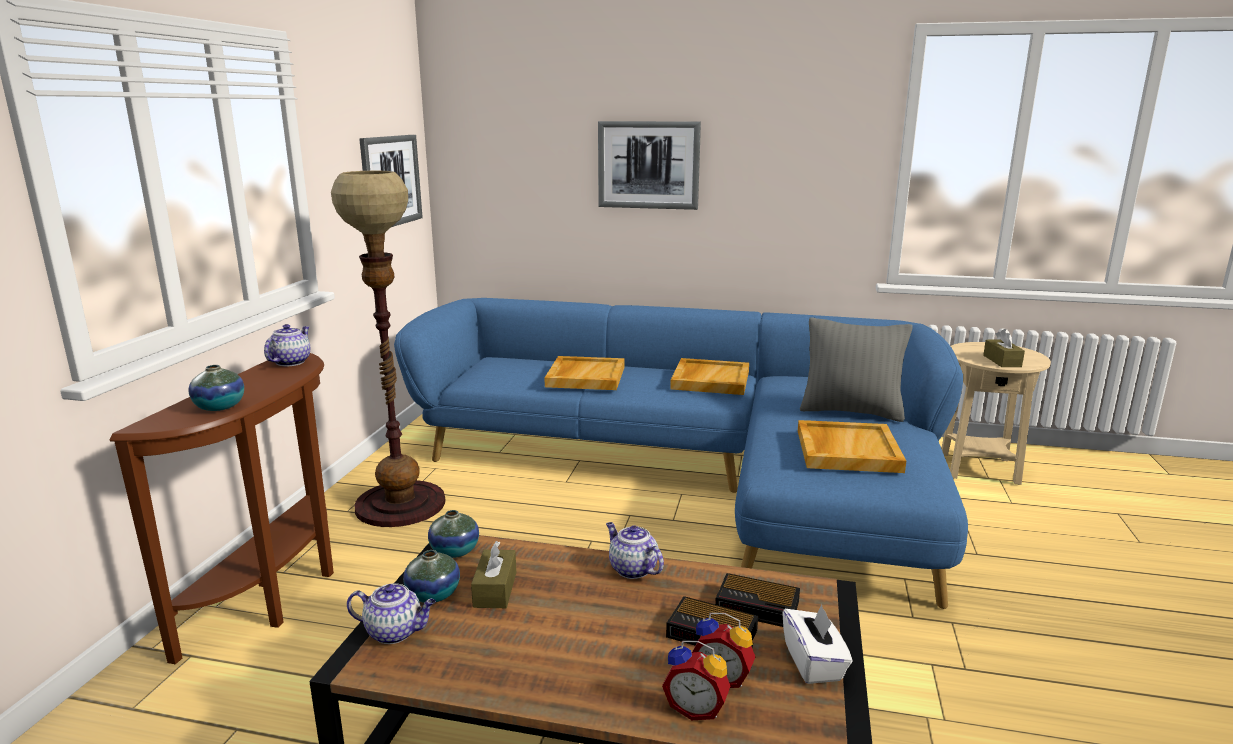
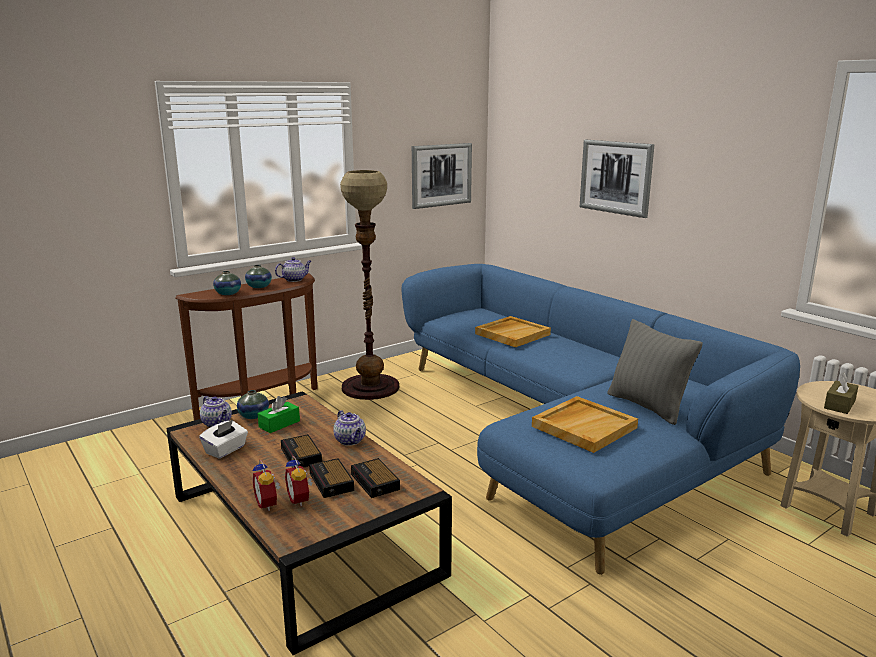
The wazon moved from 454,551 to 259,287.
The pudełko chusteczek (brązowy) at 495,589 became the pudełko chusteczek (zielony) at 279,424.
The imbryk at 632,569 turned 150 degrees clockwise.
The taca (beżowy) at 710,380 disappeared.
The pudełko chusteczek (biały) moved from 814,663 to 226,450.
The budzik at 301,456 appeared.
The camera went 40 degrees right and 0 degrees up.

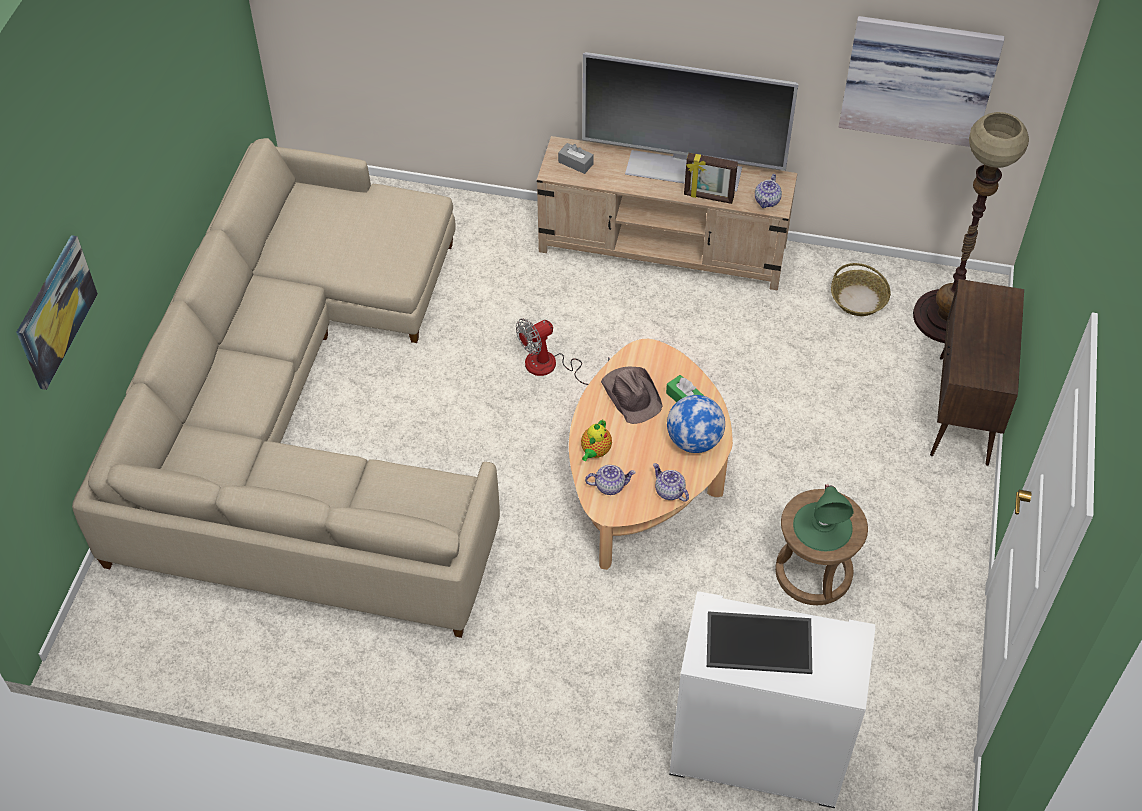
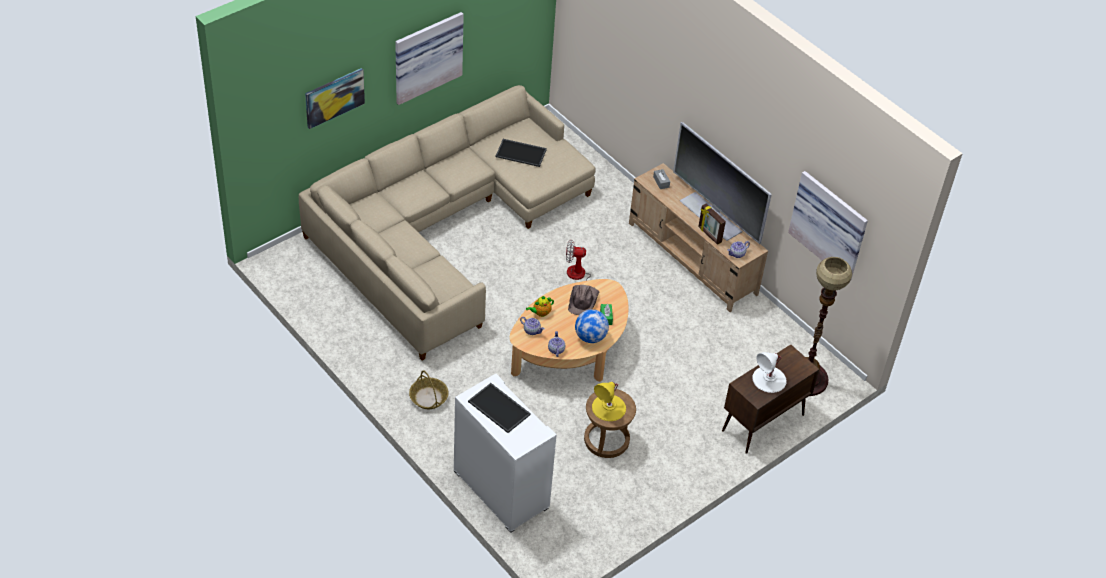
The lampa stołowa (zielony) at 823,526 became the lampa stołowa (żółty) at 609,407.
The koszyk moved from 859,299 to 429,398.
The obraz at 426,56 appeared.
The taca at 521,152 appeared.
The lampa stołowa (biały) at 769,379 appeared.
The camera went 35 degrees right and 5 degrees down.

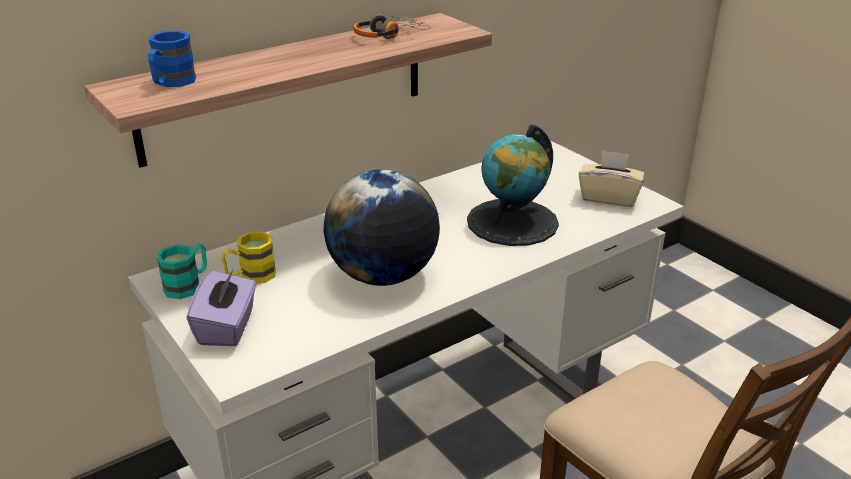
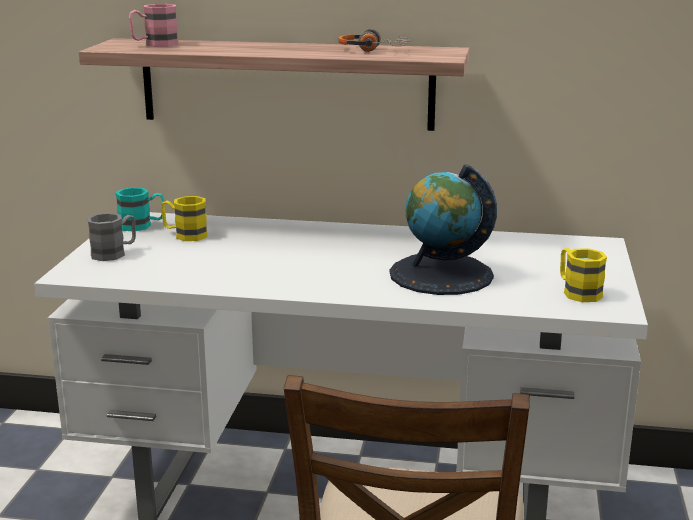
The kubek (niebieski) at 171,83 became the kubek (różowy) at 155,44.
The pudełko chusteczek (fioletowy) at 227,327 was replaced by the kubek (szary) at 114,253.
The globus at 383,276 disappeared.
The pudełko chusteczek (beżowy) at 609,198 was replaced by the kubek (żółty) at 577,292.
The camera went 45 degrees right and 10 degrees down.

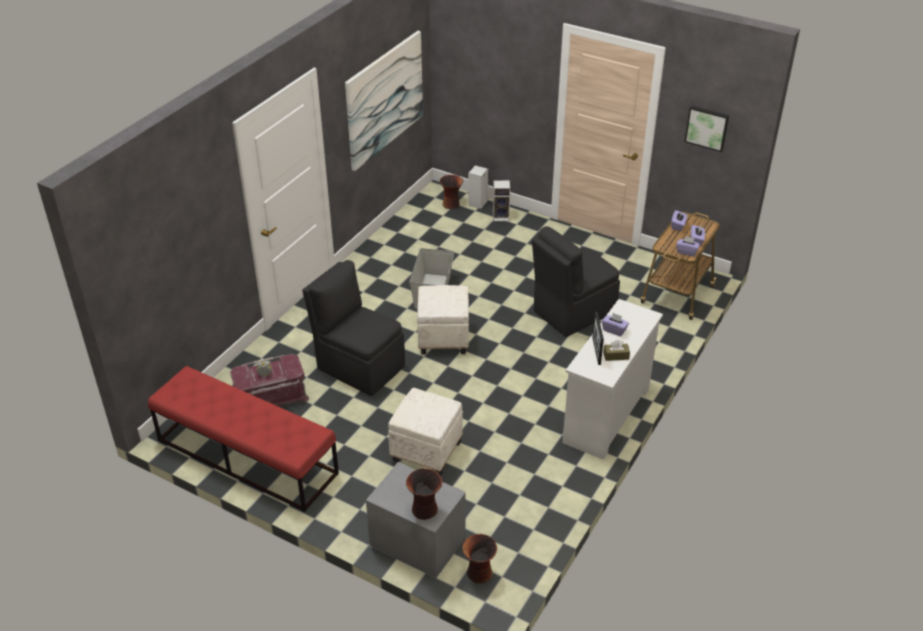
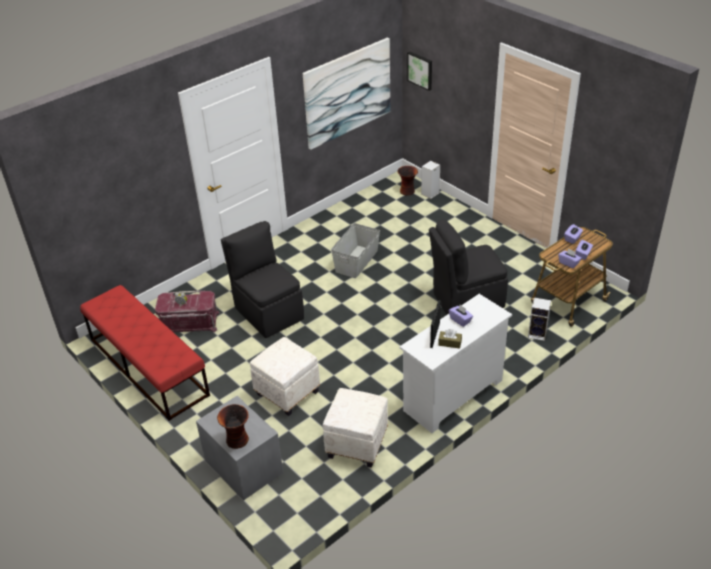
The pufa (biały) moved from 443,338 to 356,443.
The wazon at 479,574 disappeared.
The głośnik moved from 501,216 to 538,334.
The obraz moved from 707,128 to 420,70.
The camera went 20 degrees right and 0 degrees up.

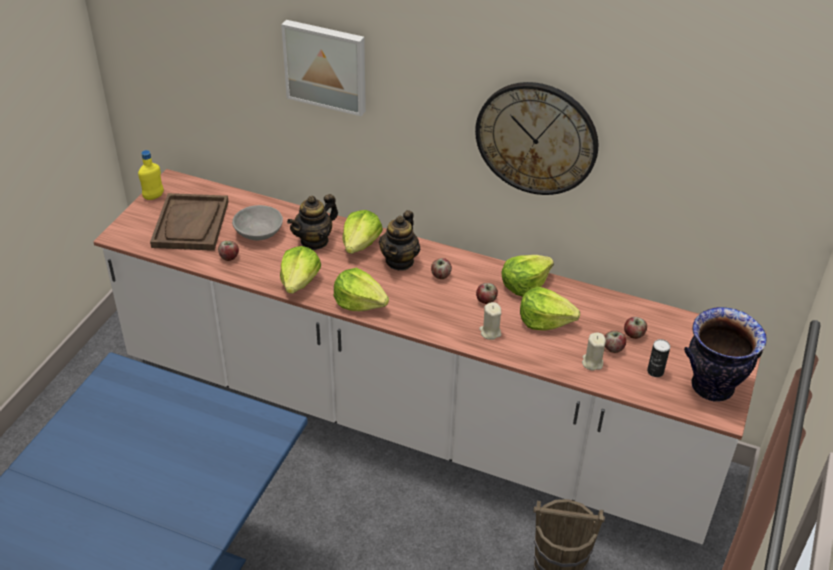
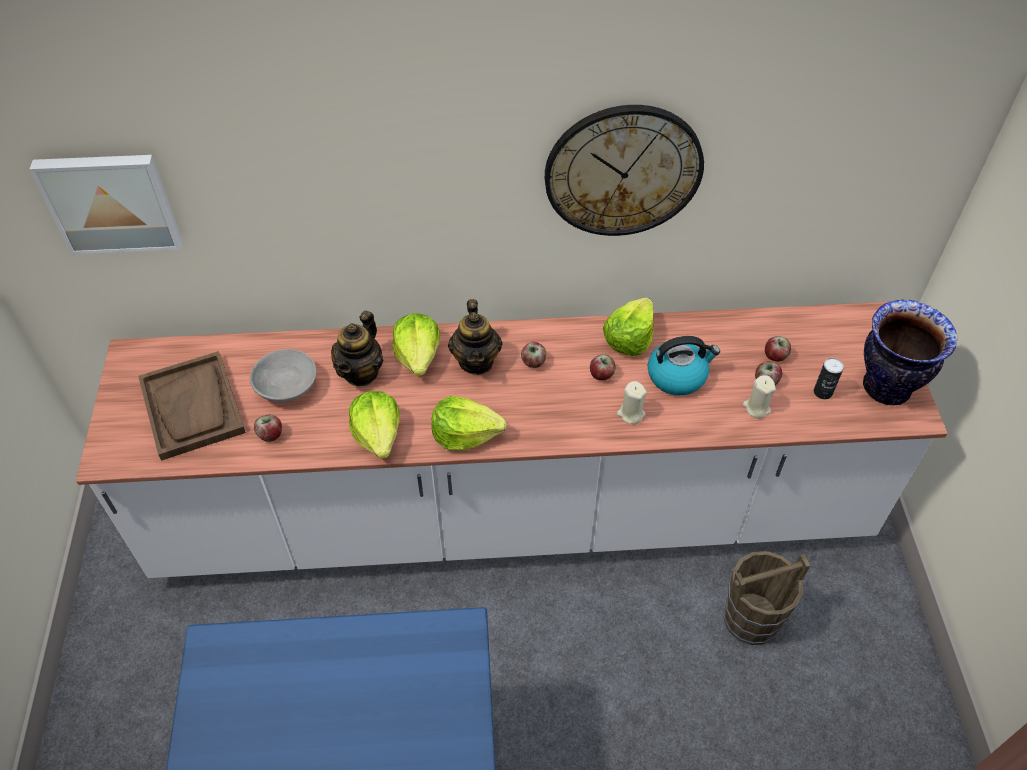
The butelka (żółty) at 153,196 disappeared.
The obraz moved from 326,66 to 111,201.
The sałata at 544,321 was replaced by the czajnik at 677,376.
The camera went 25 degrees left and 10 degrees up.

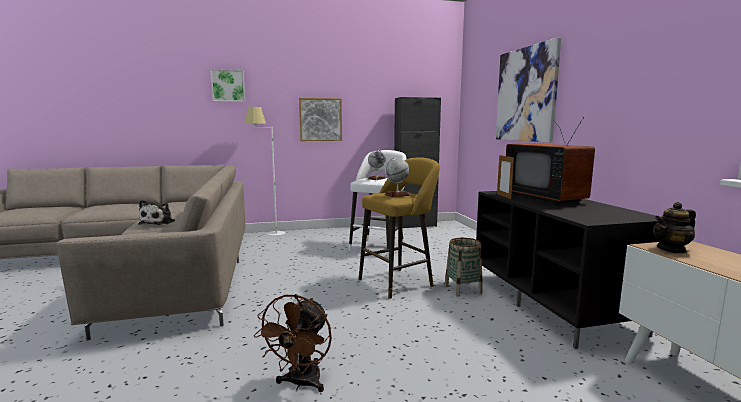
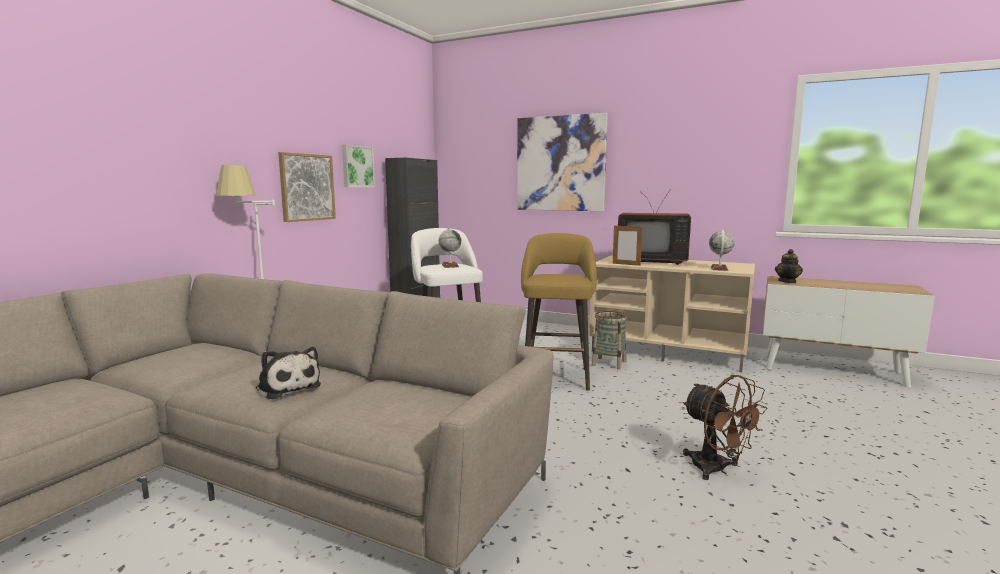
The obraz moved from 228,86 to 357,166.
The globus moved from 397,195 to 719,268.
The szafka pod telewizor (czarny) at 552,302 became the szafka pod telewizor (beżowy) at 669,351.
The camera went 50 degrees left and 0 degrees up.

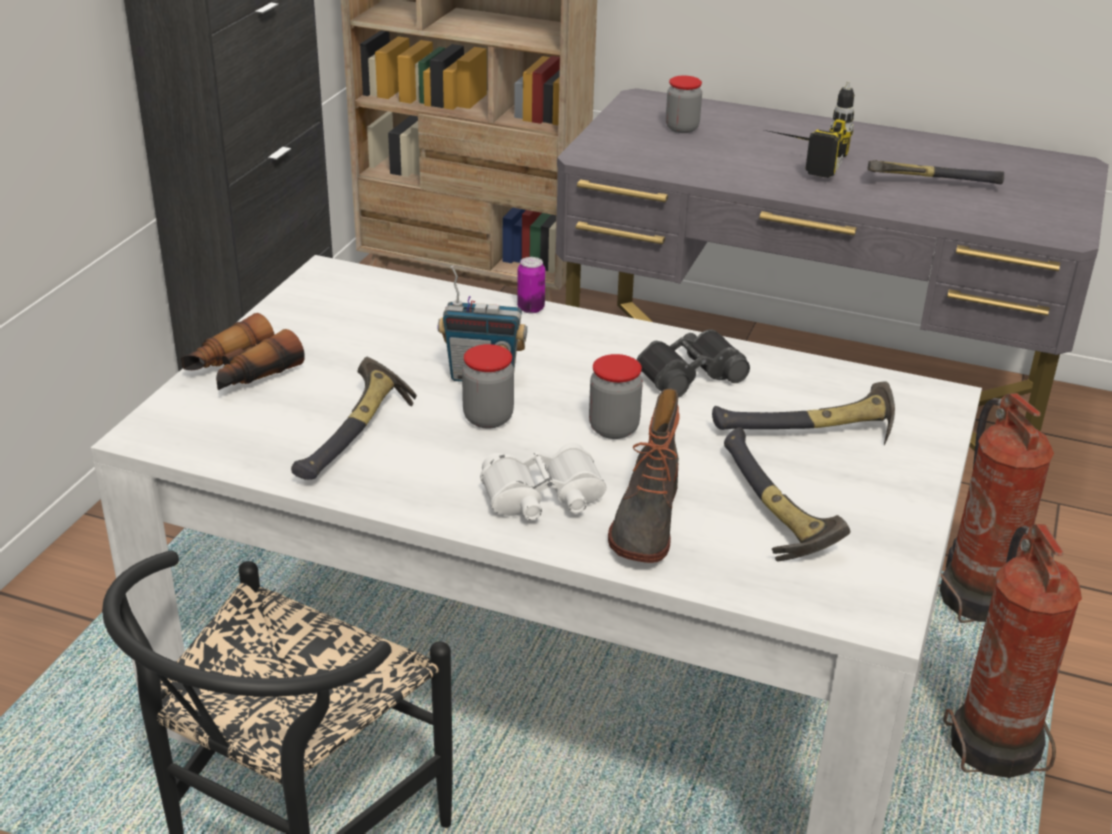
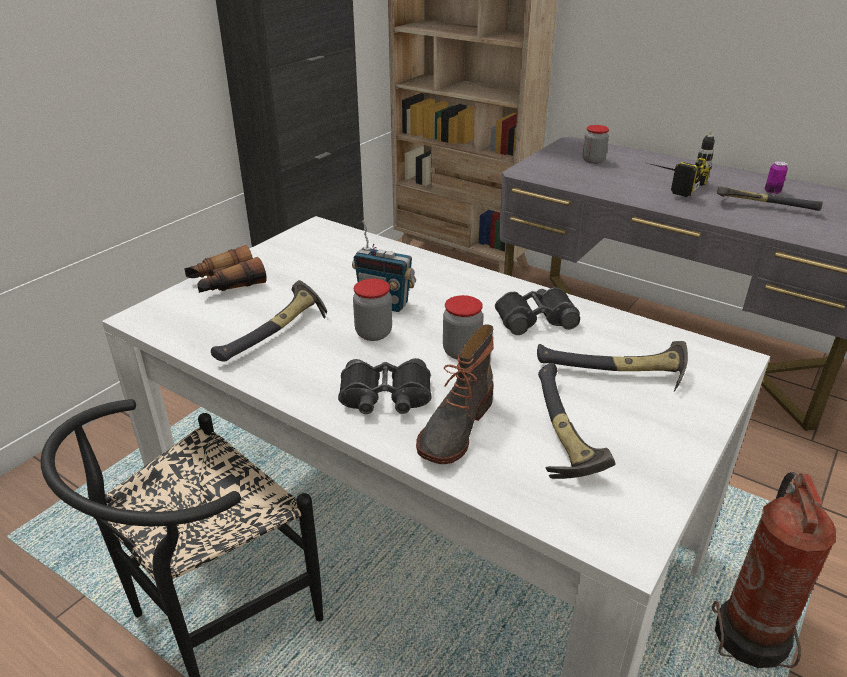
The lornetka (biały) at 543,497 became the lornetka (czarny) at 385,397.
The puszka moved from 531,308 to 772,192.
The gaśnica at 978,595 disappeared.
The camera went 15 degrees right and 0 degrees up.

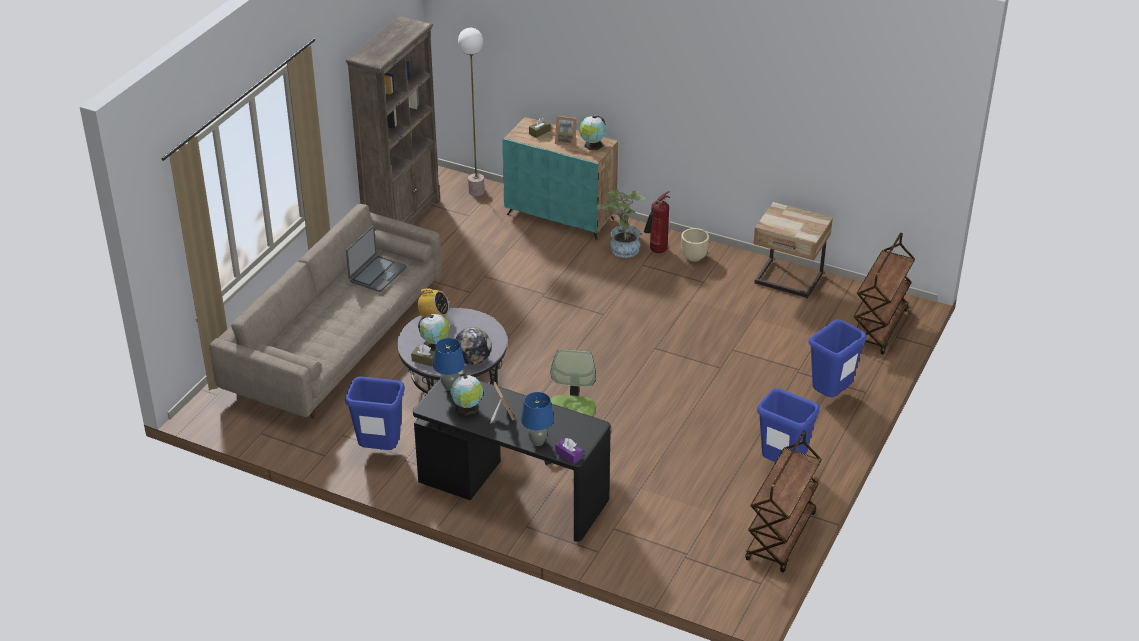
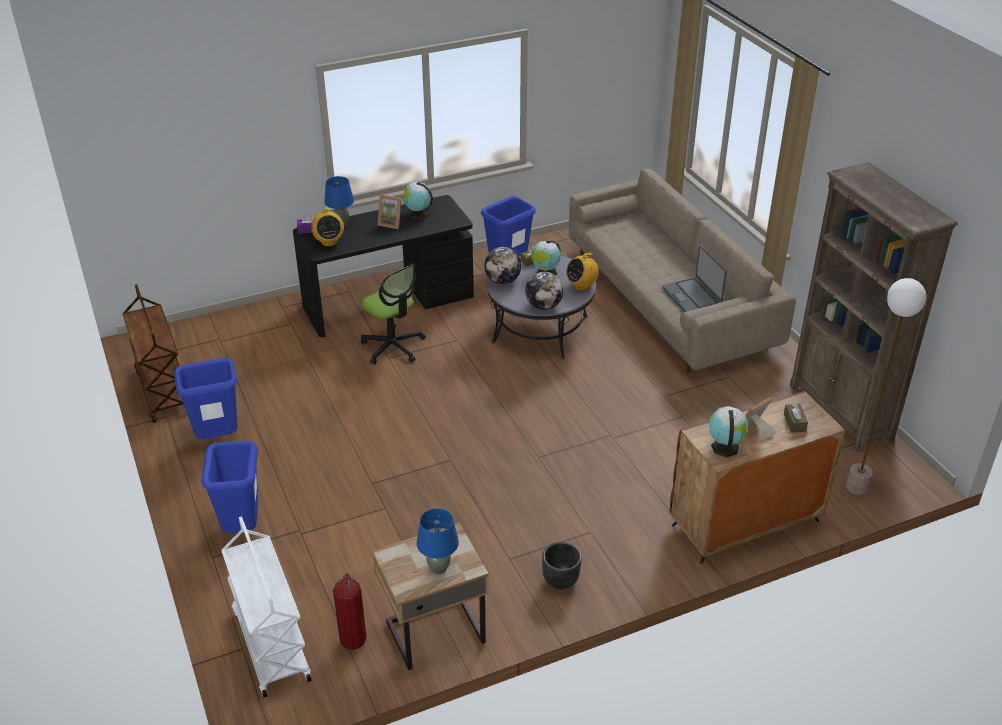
The lampa stołowa (niebieski) moved from 450,387 to 438,568.
The szafka (turkusowy) at 561,217 became the szafka (brązowy) at 744,524.
The roślina doniczkowa at 621,247 disappeared.
The gaśnica moved from 657,251 to 353,639.
The donica (beżowy) at 694,257 became the donica (czarny) at 560,582.
The wózek (brązowy) at 879,328 became the wózek (biały) at 270,645.
The radio at 329,242 appeared.
The globus at 544,306 appeared.
The camera went 130 degrees right and 0 degrees up.

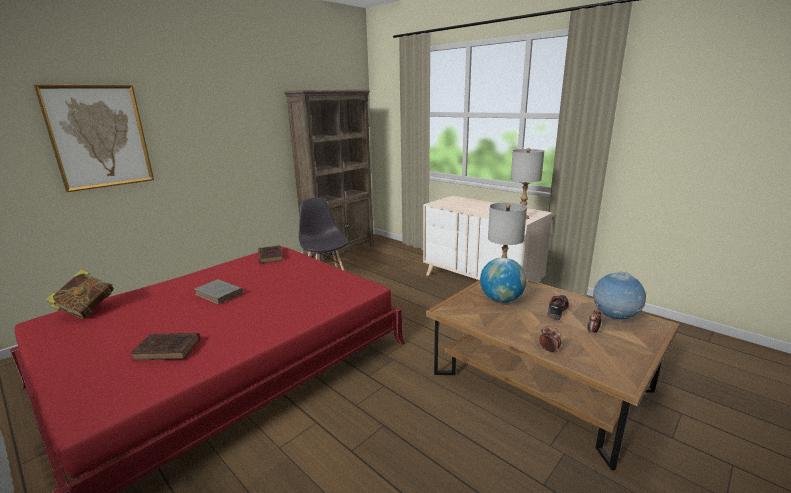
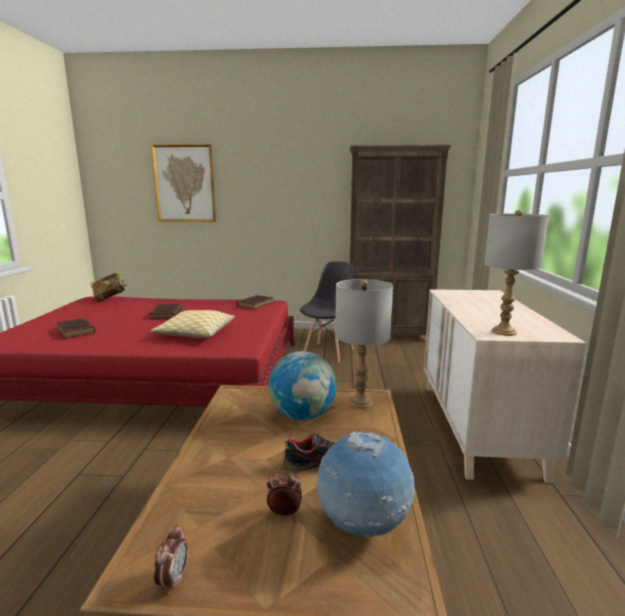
The książka (szary) at 220,294 became the książka (brązowy) at 166,314.
The budzik moved from 548,350 to 173,579.
The poduszka at 195,333 appeared.
The camera went 50 degrees right and 5 degrees down.

